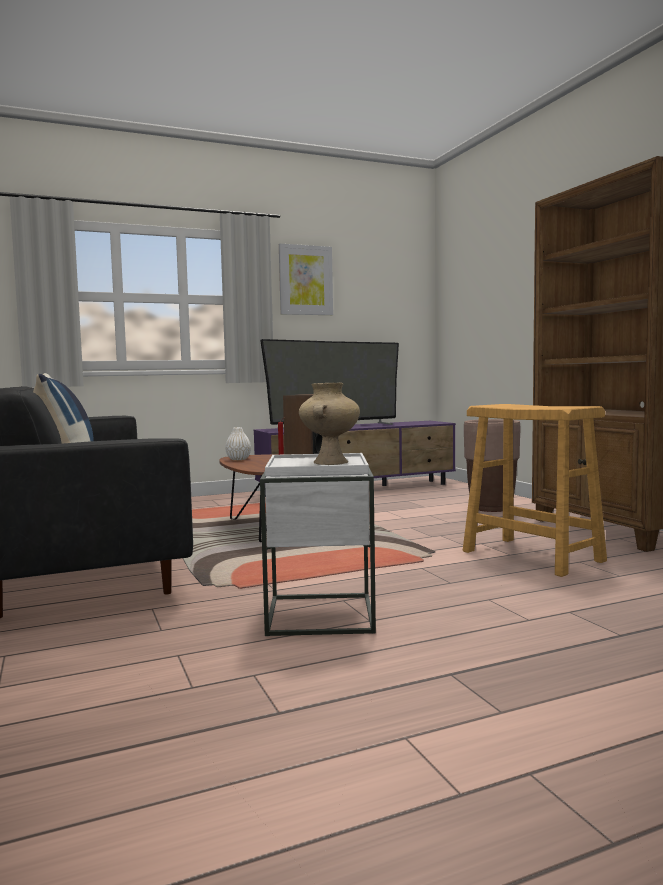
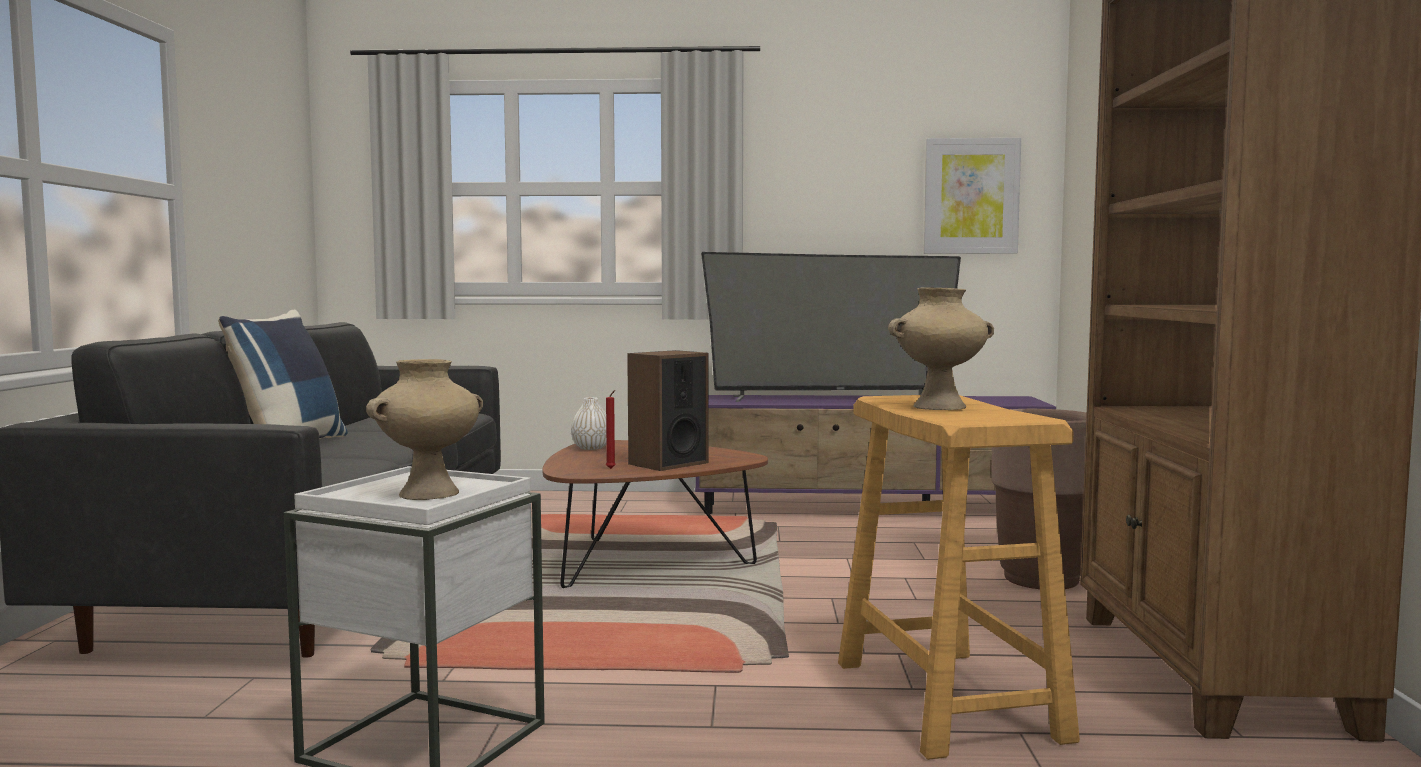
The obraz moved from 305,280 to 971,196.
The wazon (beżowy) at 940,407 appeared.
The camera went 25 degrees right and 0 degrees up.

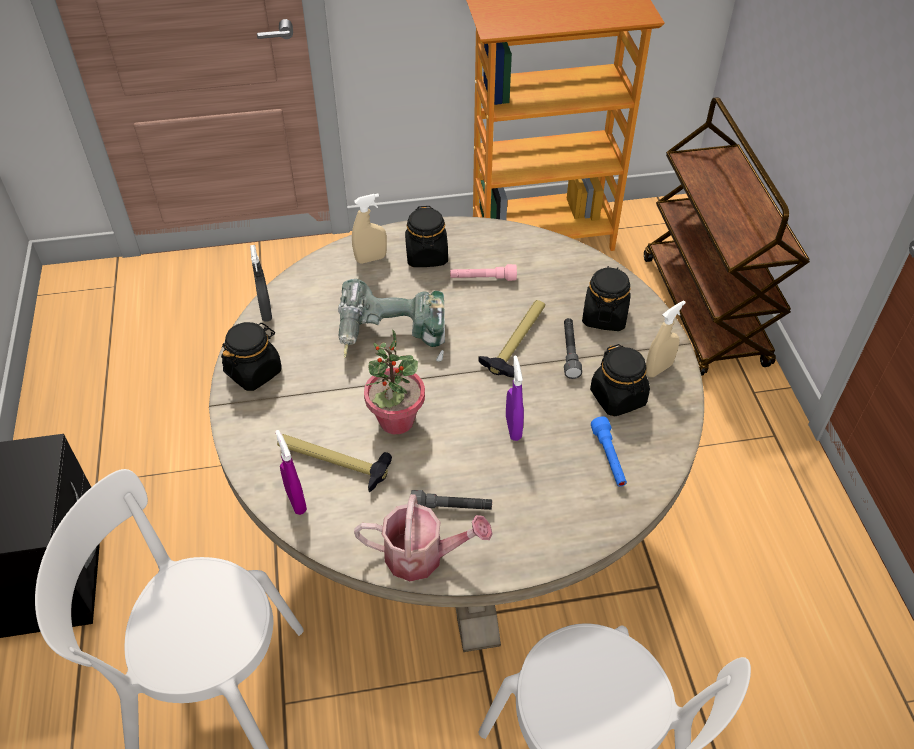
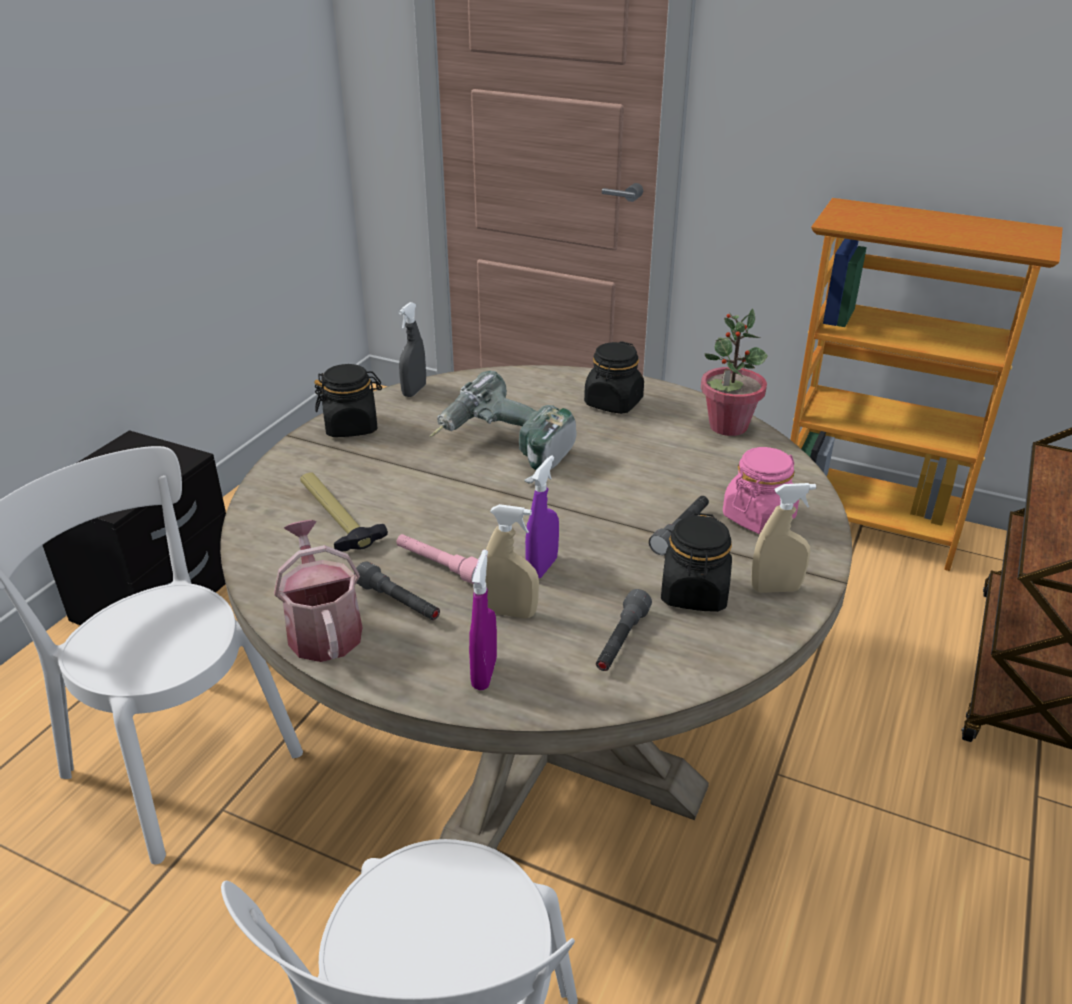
The spryskiwacz (fioletowy) moved from 296,501 to 484,673.
The spryskiwacz (beżowy) moved from 371,259 to 511,612.
The konewka at 422,556 turned 150 degrees counterclockwise.
The roślina doniczkowa moved from 396,420 to 727,426.
The latarka (różowy) moved from 483,279 to 439,566.
The młotek at 517,341 disappeared.
The słoik (czarny) at 604,316 became the słoik (różowy) at 758,517.
The latarka (niebieski) at 609,458 became the latarka (szary) at 621,641.
The camera went 35 degrees right and 15 degrees down.

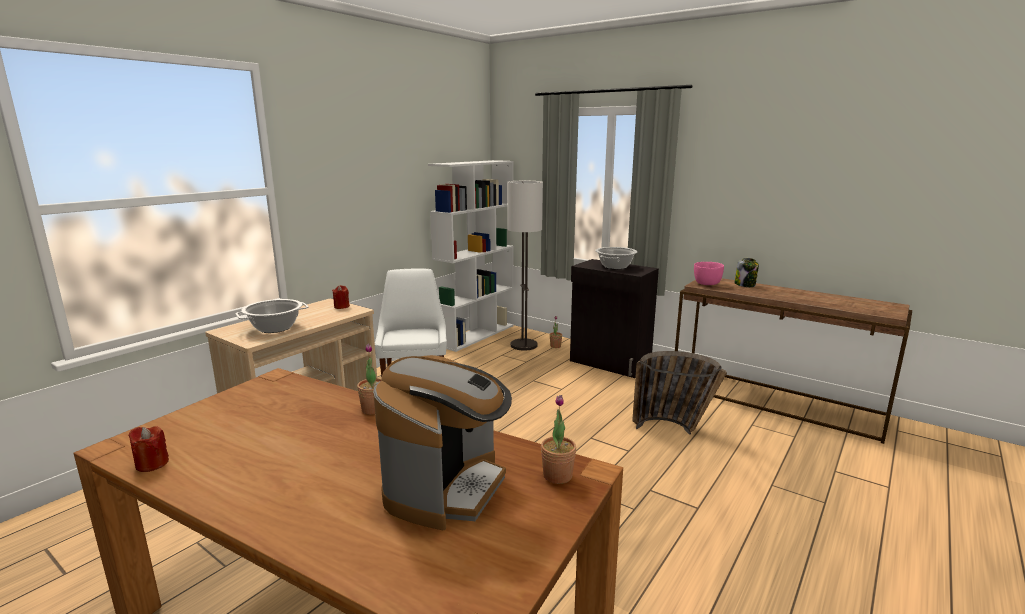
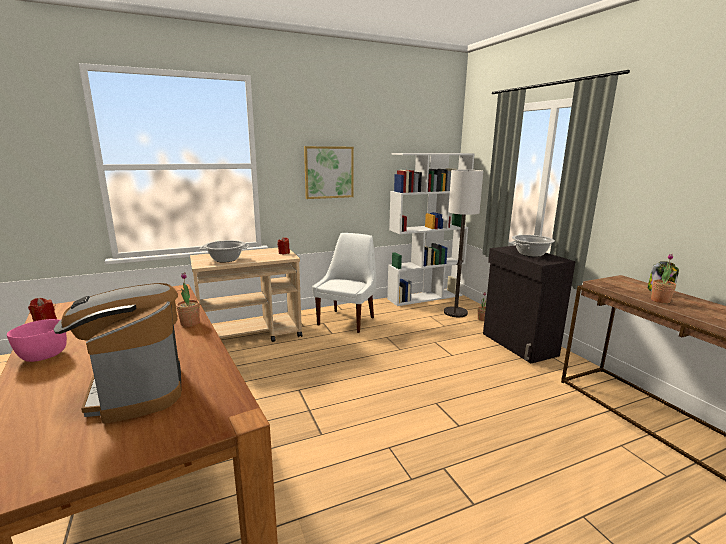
The ekspres do kawy at 447,487 turned 105 degrees clockwise.
The roślina doniczkowa moved from 557,476 to 660,300.
The koszyk at 674,429 disappeared.
The miska (różowy) moved from 706,284 to 43,356.
The obraz at 329,172 appeared.
The camera went 30 degrees right and 0 degrees up.

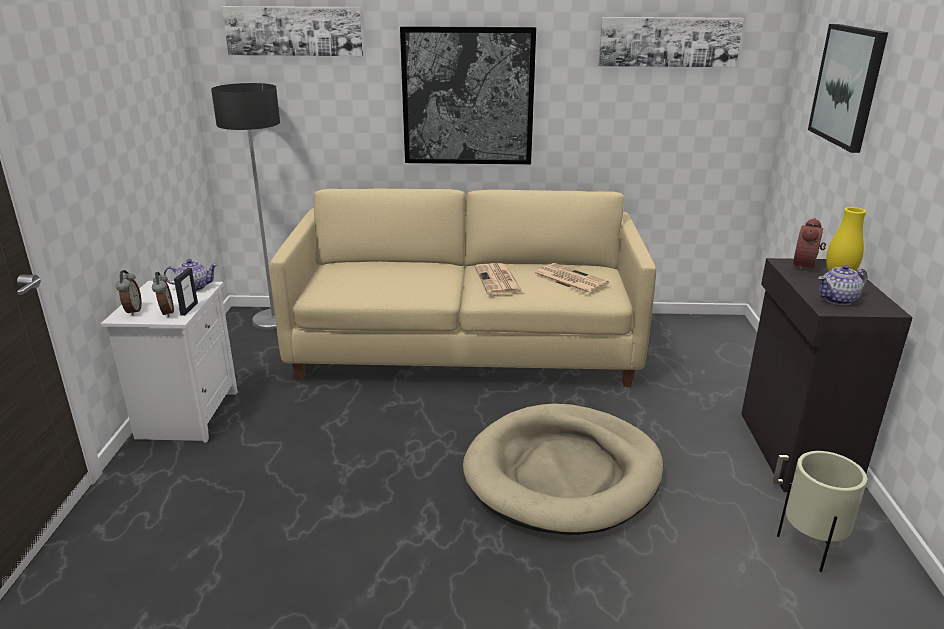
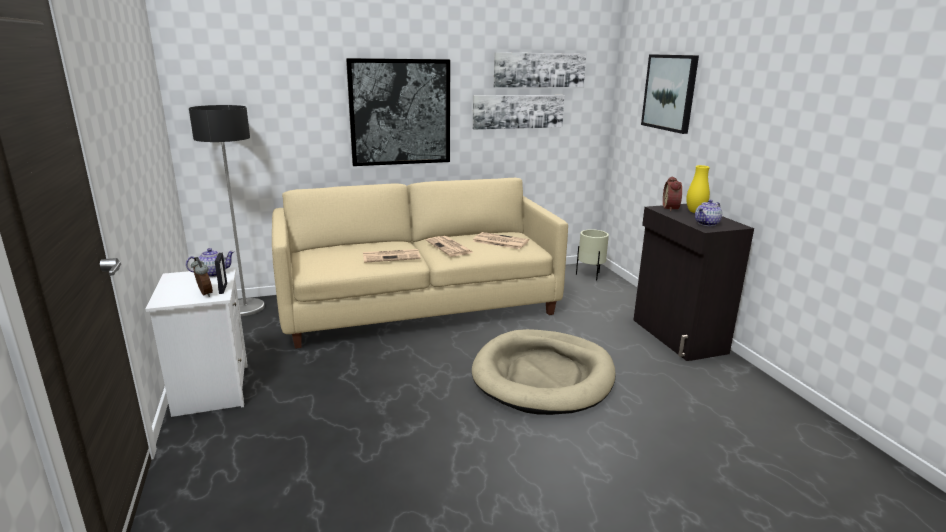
The budzik at 132,311 disappeared.
The obraz moved from 294,31 to 518,111.
The donica (beżowy) moved from 810,549 to 590,276.
The gazeta at 392,256 appeared.
The camera went 20 degrees left and 5 degrees down.

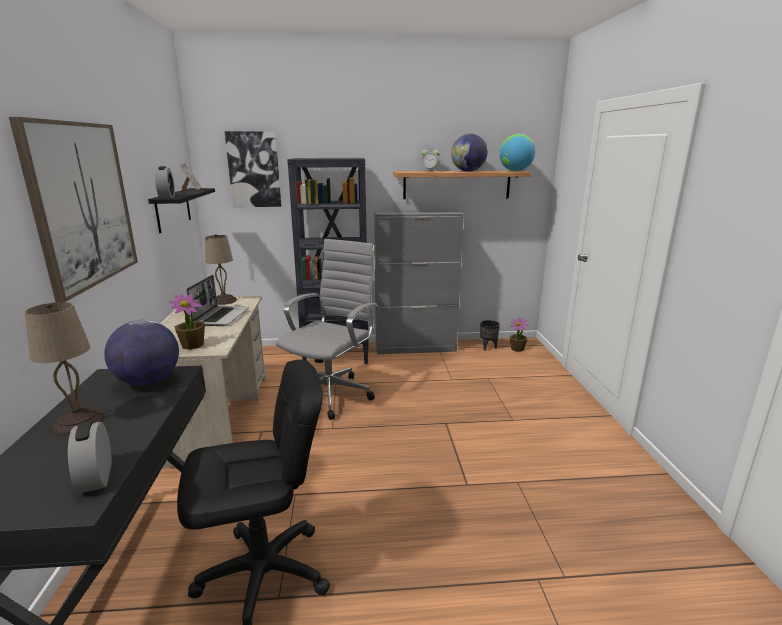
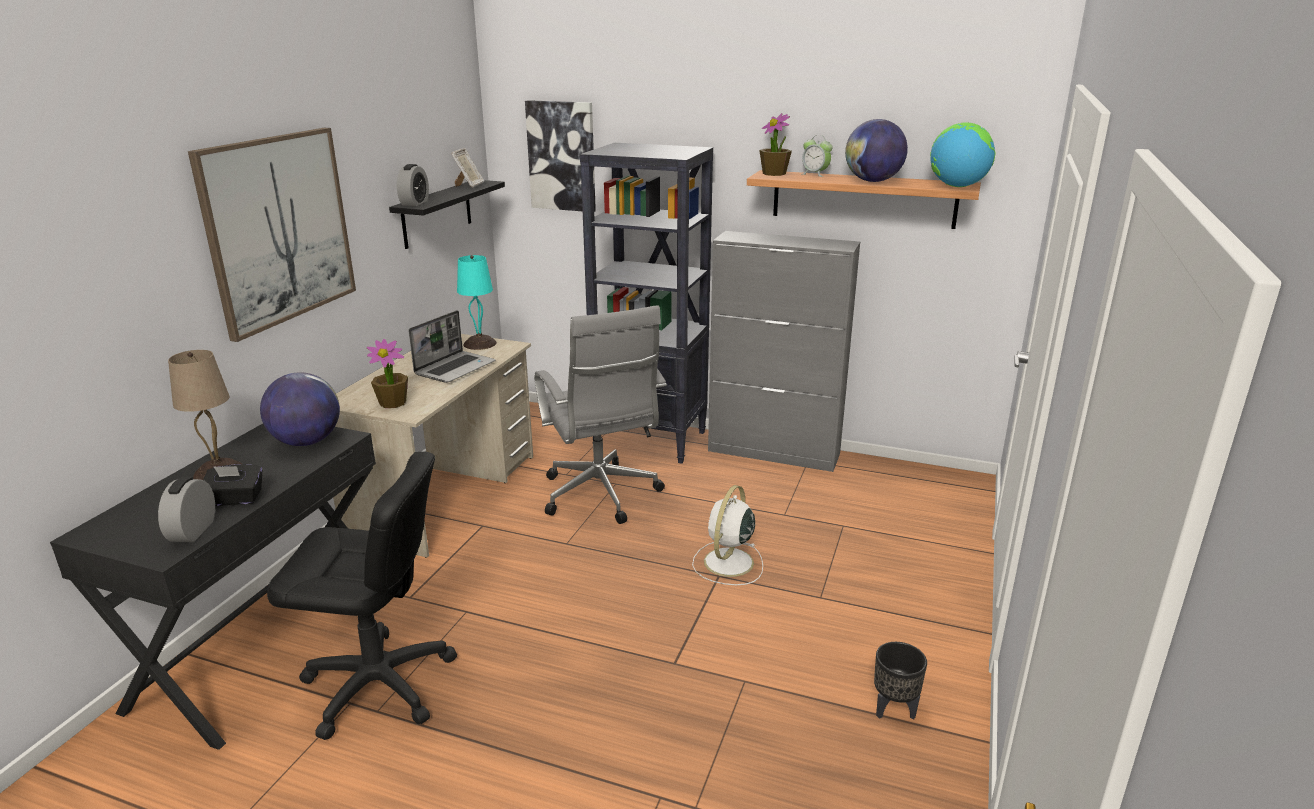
The lampa stołowa (beżowy) at 223,301 became the lampa stołowa (turkusowy) at 479,344.
The krzesło biurowe (szary) at 332,394 turned 105 degrees clockwise.
The donica (czarny) moved from 488,347 to 894,710.
The roślina doniczkowa moved from 517,349 to 774,173.
The pudełko chusteczek (czarny) at 235,499 appeared.
The wentylator (biały) at 727,563 appeared.
The camera went 25 degrees right and 5 degrees up.

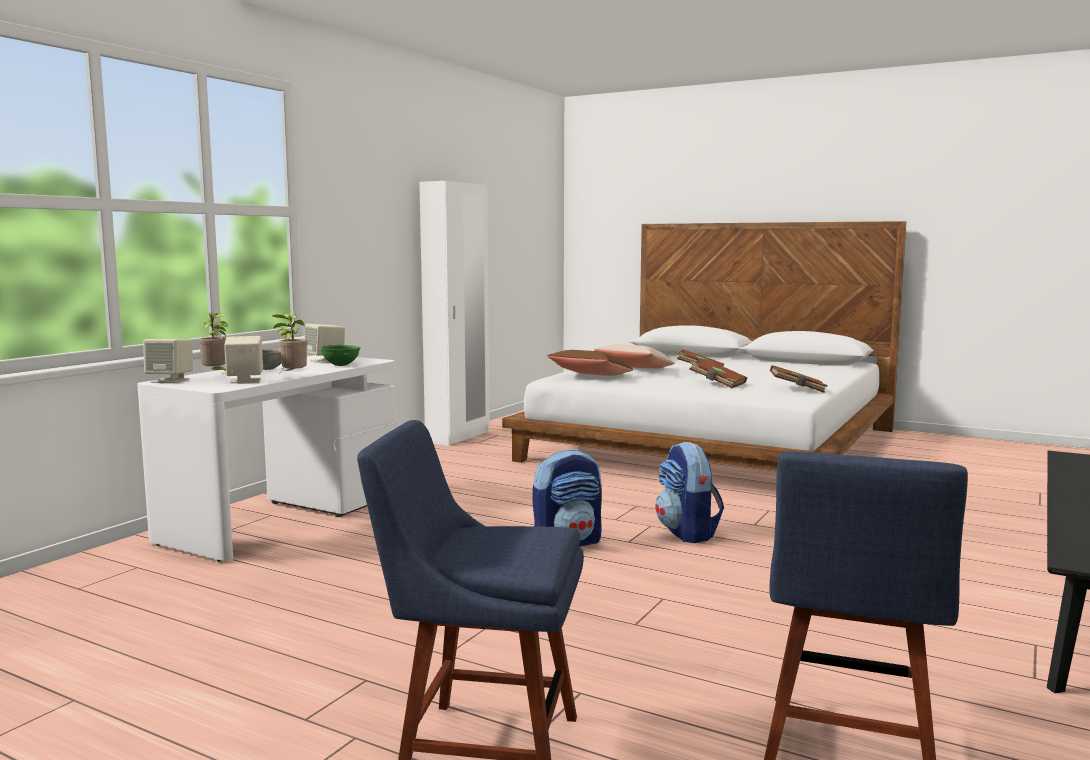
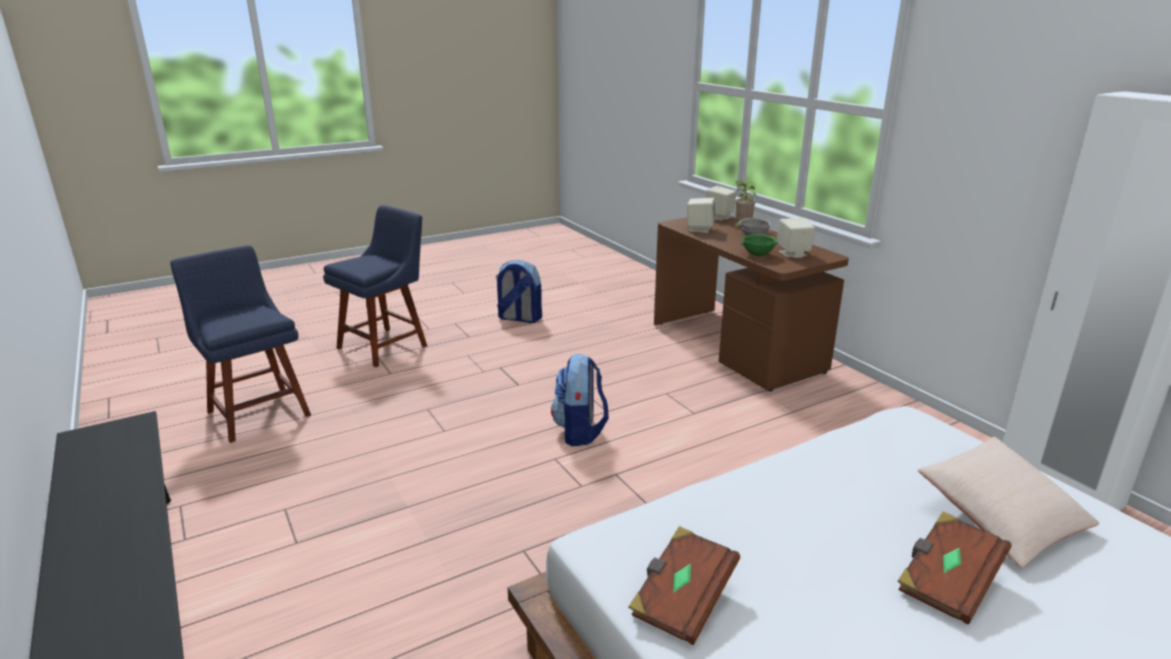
The biurko (biały) at 283,517 became the biurko (brązowy) at 737,347.
The roślina doniczkowa at 293,376 disappeared.
The poduszka (brązowy) at 590,376 disappeared.
The plecak moved from 687,533 to 519,318.
The książka (brązowy) at 717,384 disappeared.
The camera went 120 degrees right and 15 degrees up.

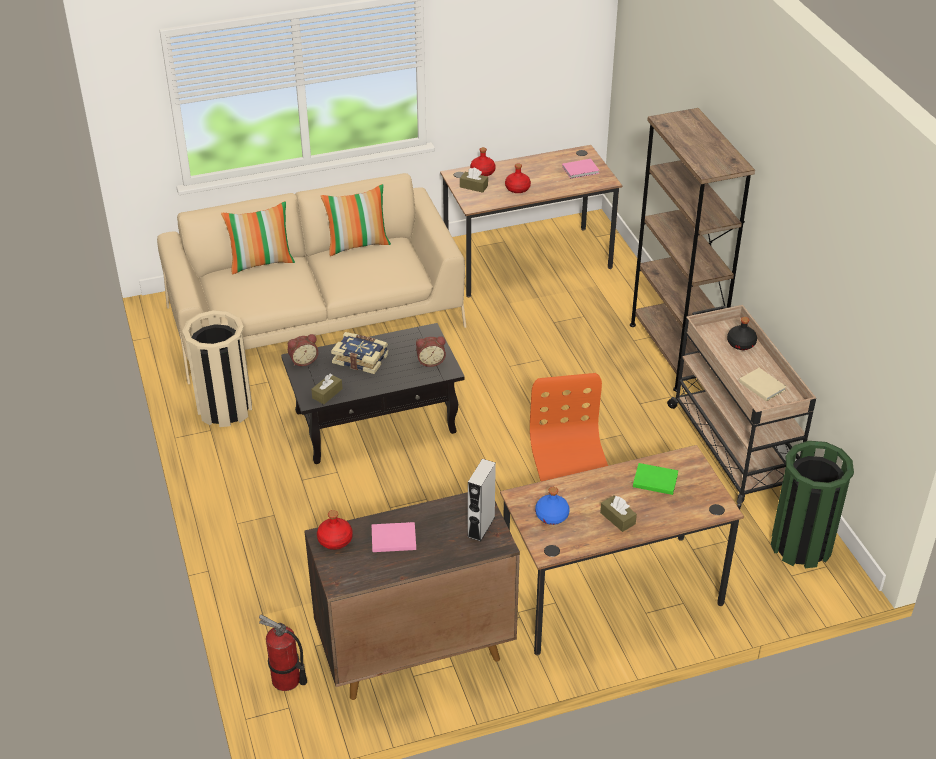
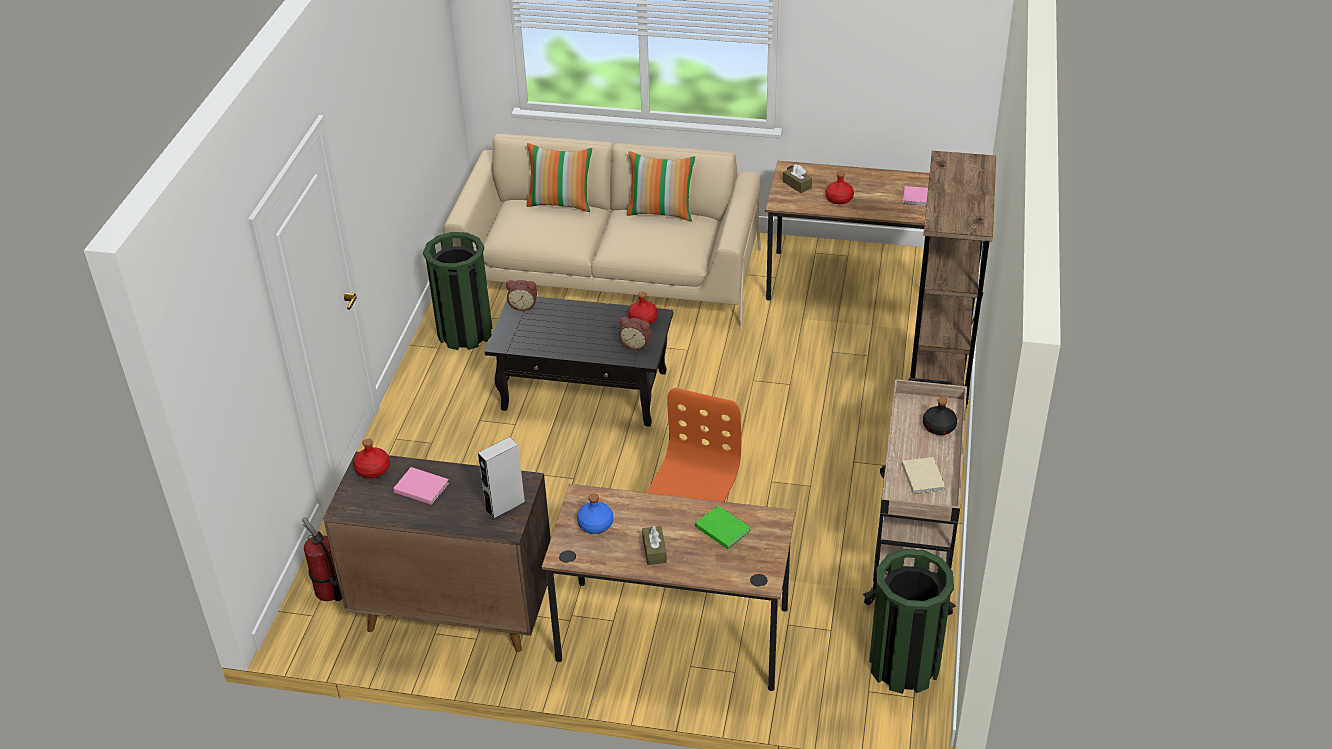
The kosz na śmieci (beżowy) at 225,408 became the kosz na śmieci (zielony) at 465,333.
The pudełko chusteczek (brązowy) at 327,393 disappeared.
The książka at 361,359 disappeared.
The butelka (czerwony) moved from 482,172 to 643,319.
The camera went 30 degrees right and 0 degrees up.

